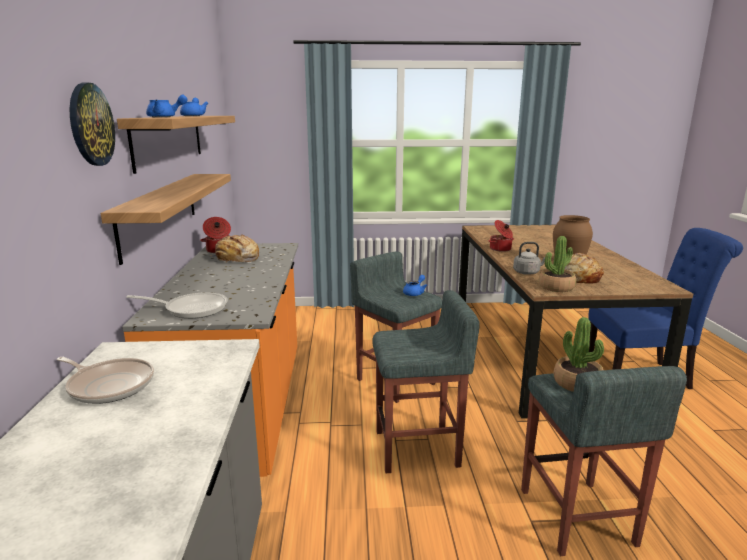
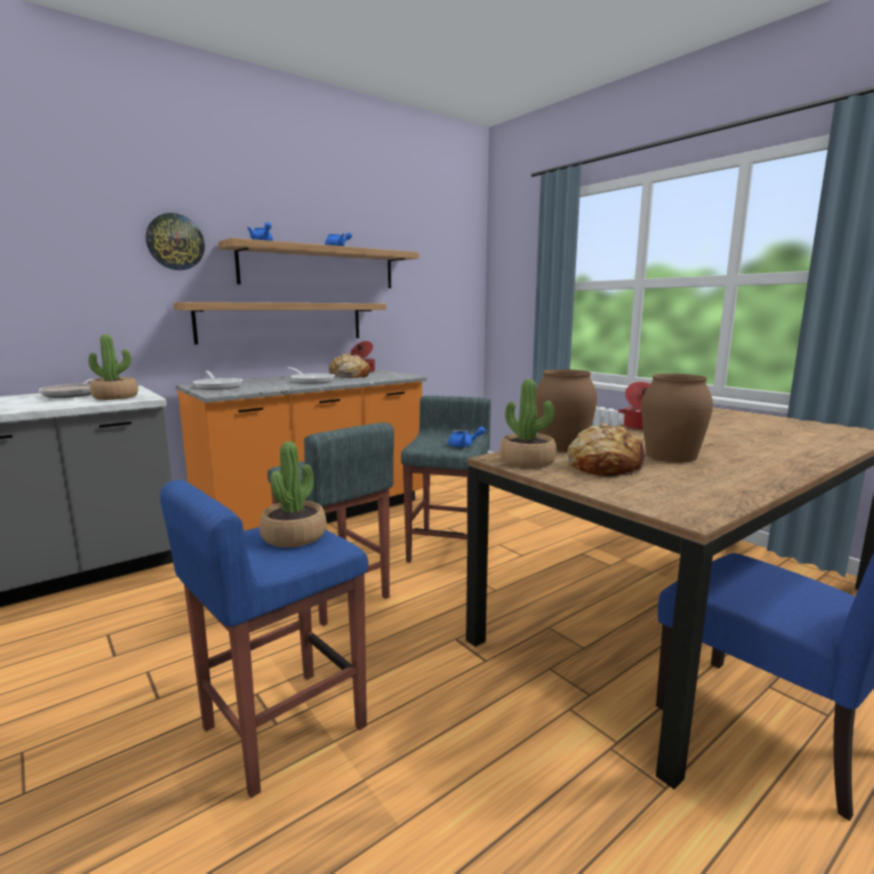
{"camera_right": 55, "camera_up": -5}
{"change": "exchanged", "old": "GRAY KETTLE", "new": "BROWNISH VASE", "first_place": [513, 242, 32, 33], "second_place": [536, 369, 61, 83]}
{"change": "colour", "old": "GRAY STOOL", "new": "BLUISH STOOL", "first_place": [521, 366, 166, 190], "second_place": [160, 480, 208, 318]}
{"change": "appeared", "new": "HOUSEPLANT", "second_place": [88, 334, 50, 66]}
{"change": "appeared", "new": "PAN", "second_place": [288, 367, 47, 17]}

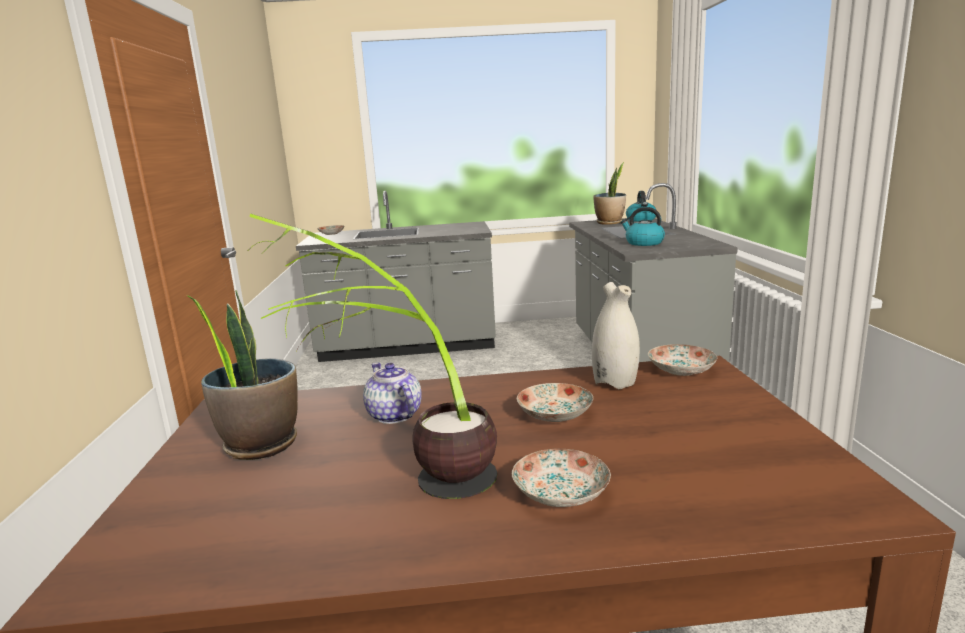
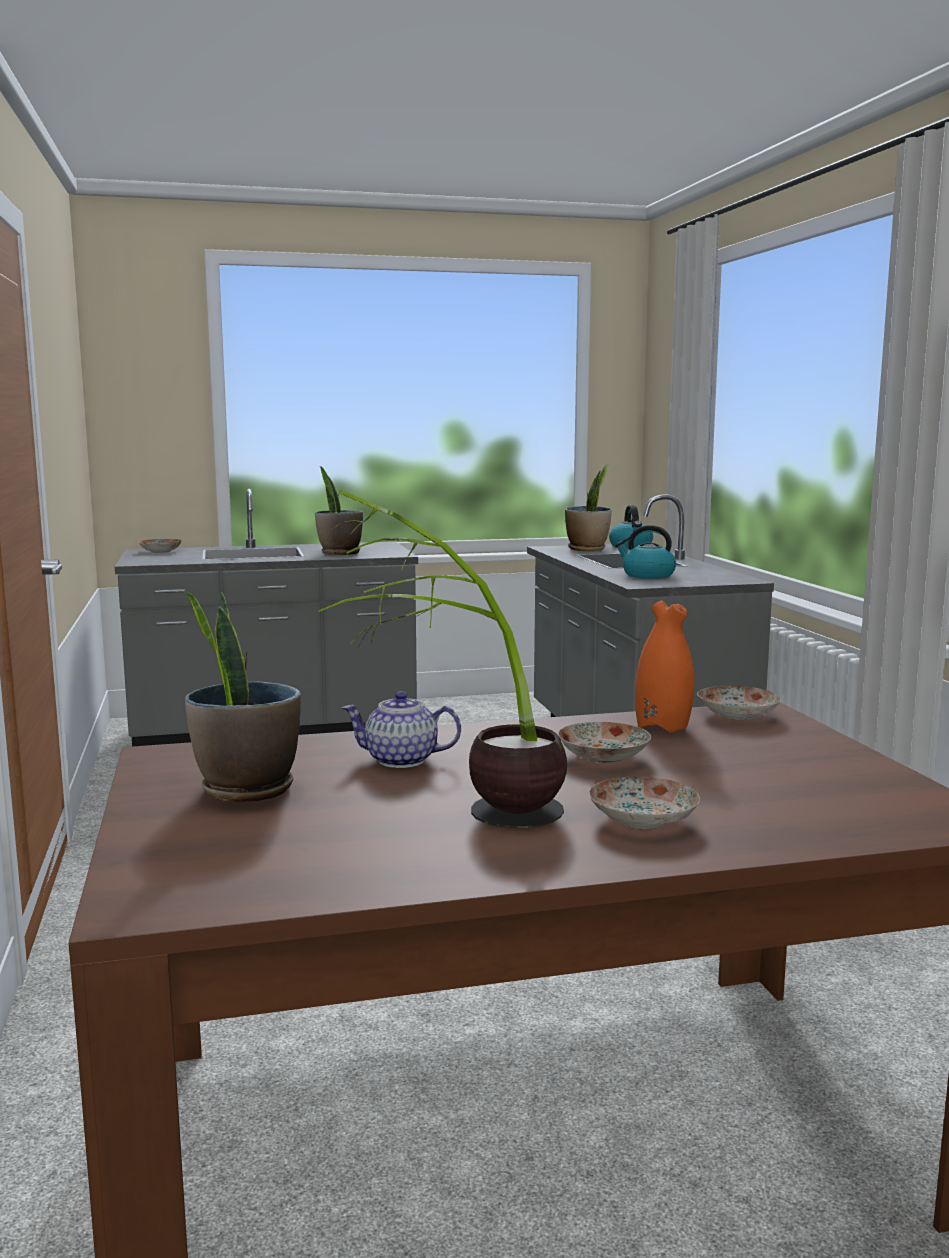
{"camera_right": -10, "camera_up": -5}
{"change": "colour", "old": "WHITE VASE", "new": "ORANGE-COLOURED VASE", "first_place": [592, 282, 48, 108], "second_place": [635, 601, 60, 132]}
{"change": "spun", "old": "POT FOR TEA", "first_place": [363, 363, 59, 61], "second_place": [342, 691, 119, 77], "degrees": -45}
{"change": "appeared", "new": "HOUSEPLANT", "second_place": [315, 466, 48, 89]}

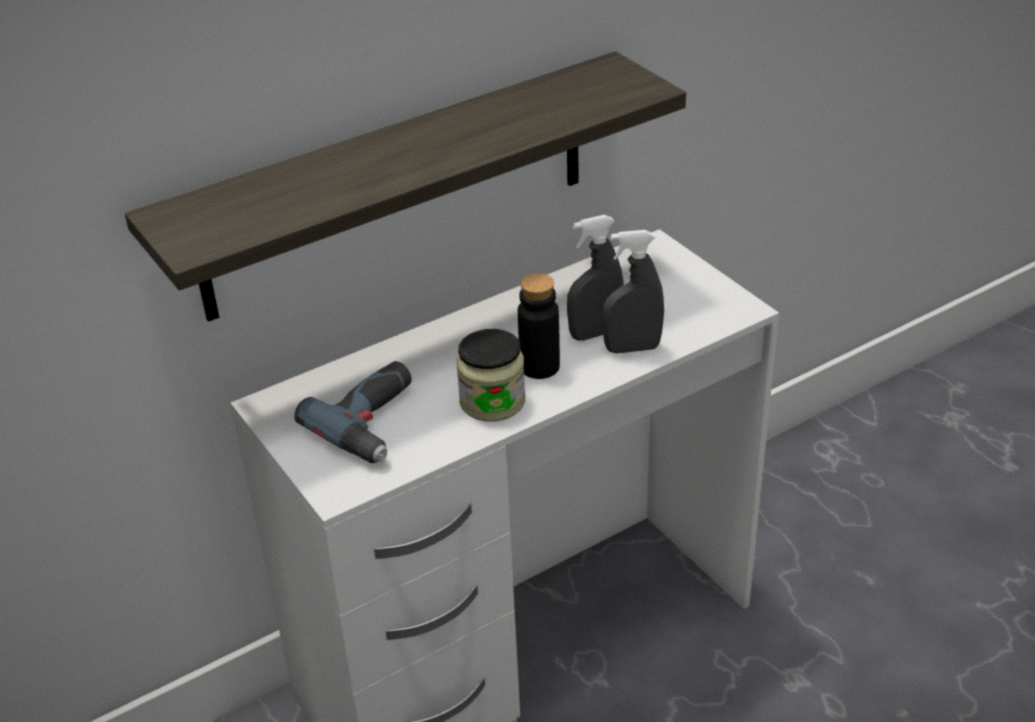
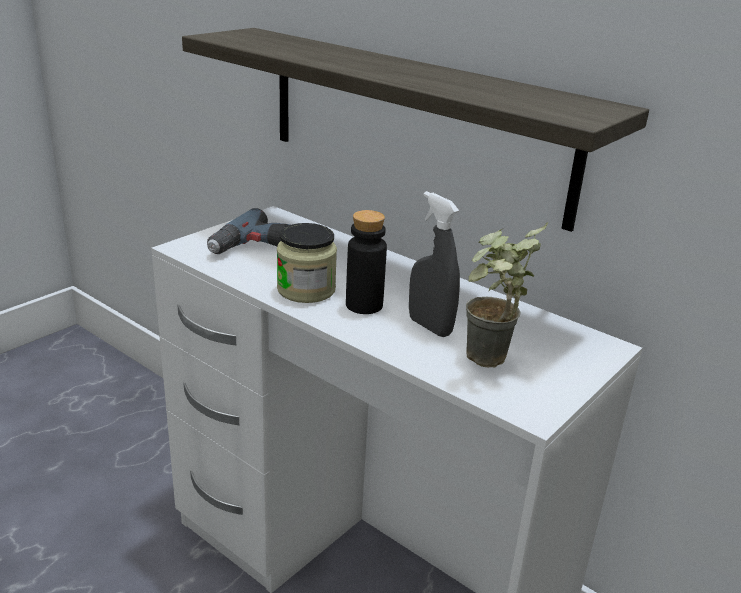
{"camera_right": 70, "camera_up": -10}
{"change": "missing", "old": "GRAY SPRAY BOTTLE", "first_place": [602, 230, 62, 124]}
{"change": "appeared", "new": "HOUSEPLANT", "second_place": [466, 222, 82, 145]}

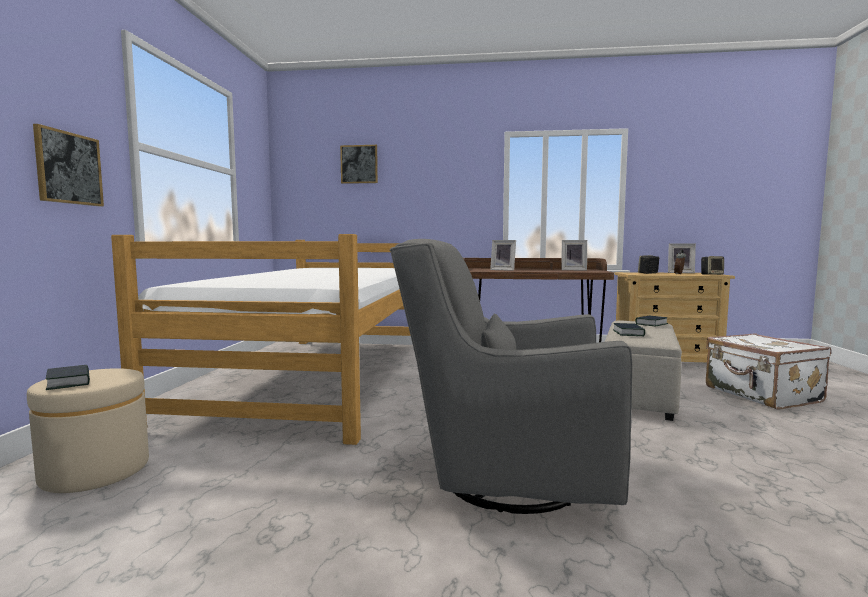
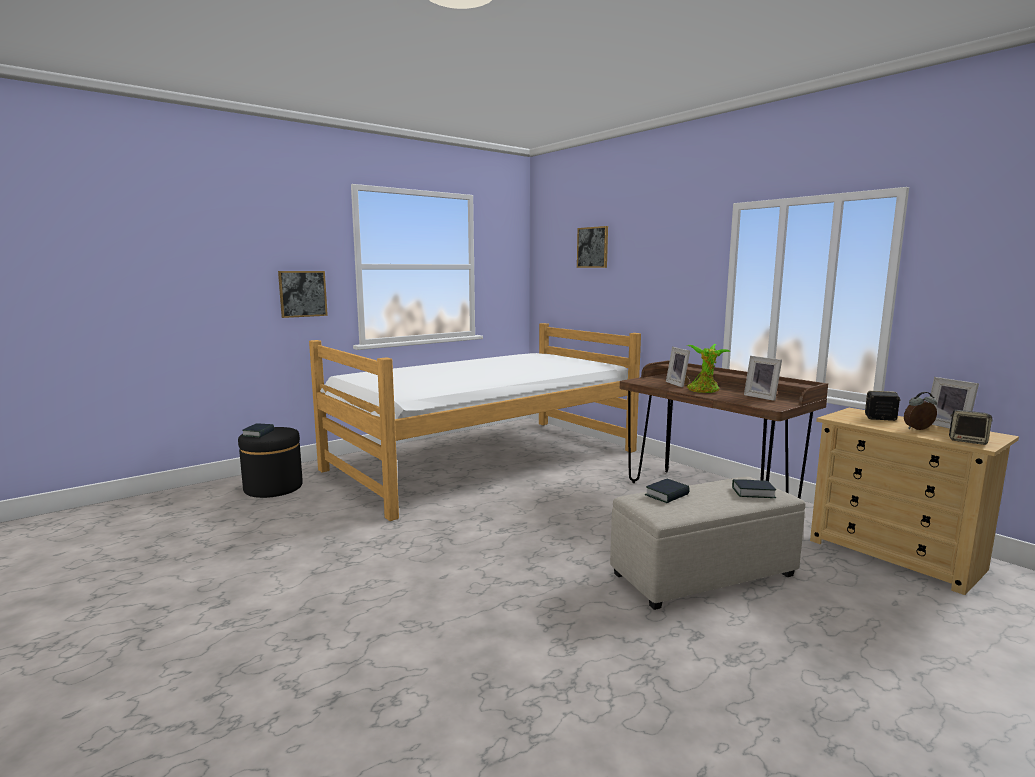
{"camera_right": 45, "camera_up": 5}
{"change": "missing", "old": "GRAY LOUNGE CHAIR", "first_place": [390, 239, 242, 275]}
{"change": "missing", "old": "WHITE TRAVEL CASE", "first_place": [706, 333, 125, 77]}
{"change": "colour", "old": "BEIGE-COLOURED FOOTREST", "new": "BLACK FOOTREST", "first_place": [27, 368, 122, 125], "second_place": [238, 427, 65, 71]}
{"change": "appeared", "new": "HOUSEPLANT", "second_place": [687, 344, 44, 49]}

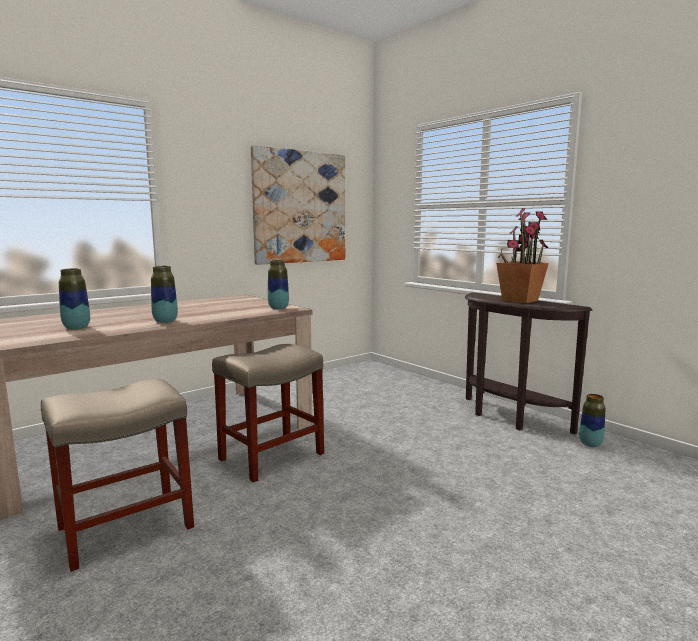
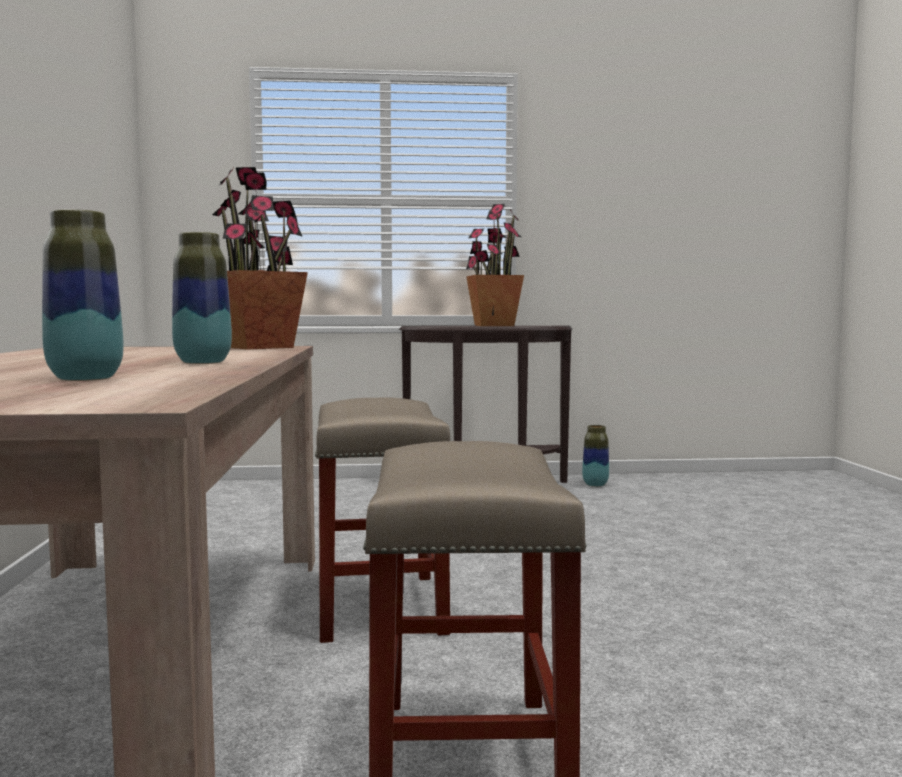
{"camera_right": -55, "camera_up": -5}
{"change": "missing", "old": "WALL PICTURE", "first_place": [251, 145, 94, 120]}
{"change": "exchanged", "old": "VASE", "new": "HOUSEPLANT", "first_place": [268, 260, 21, 49], "second_place": [212, 167, 96, 183]}

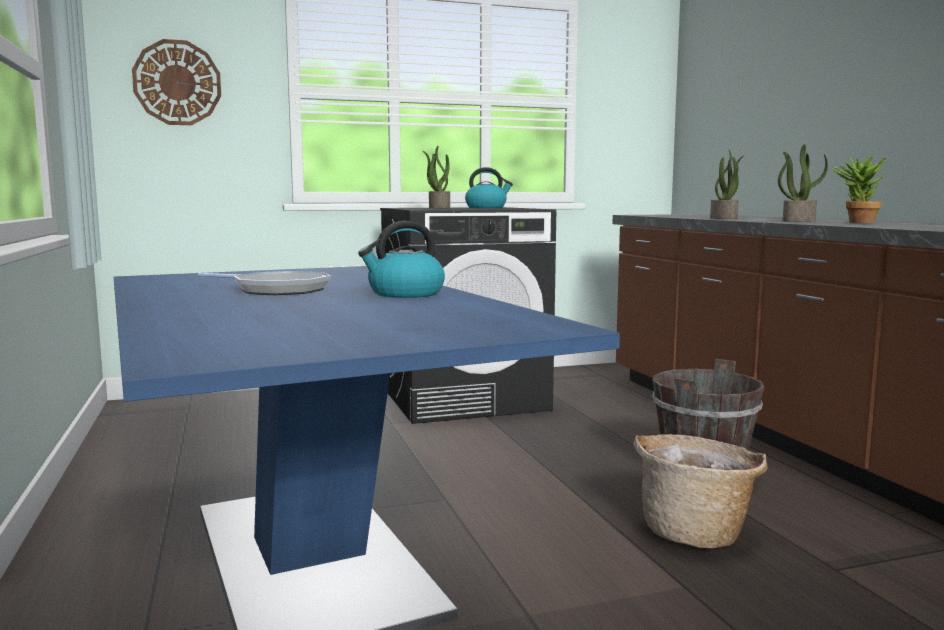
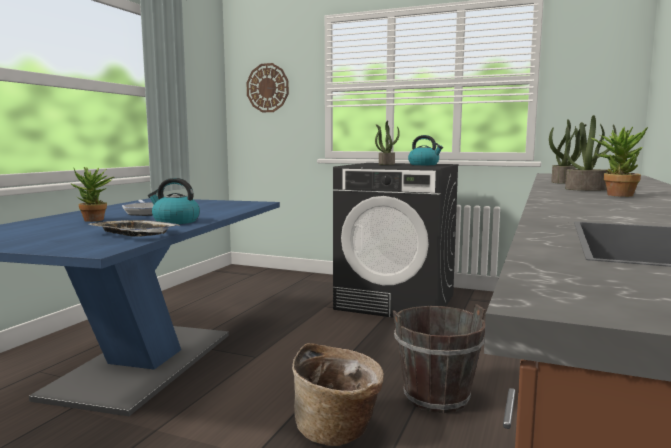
{"camera_right": 40, "camera_up": 0}
{"change": "appeared", "new": "HOUSEPLANT", "second_place": [70, 167, 44, 55]}
{"change": "appeared", "new": "SERVING TRAY", "second_place": [90, 220, 90, 17]}

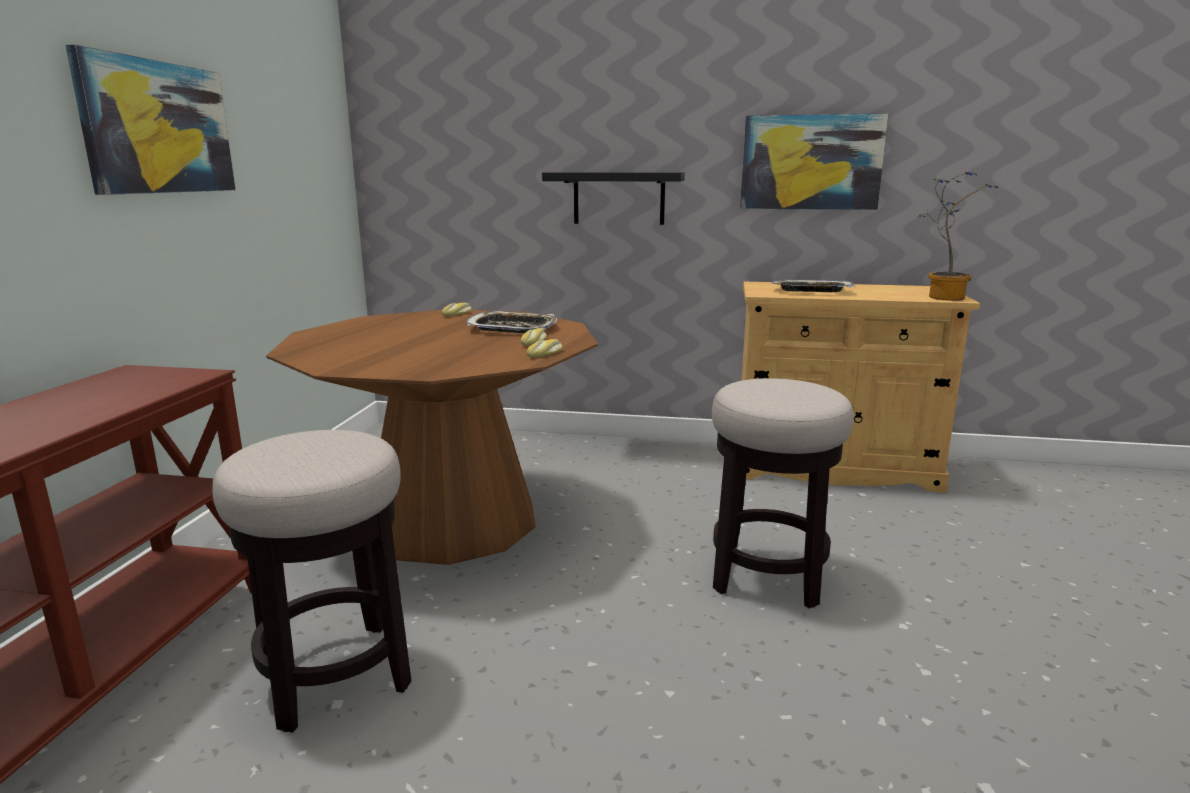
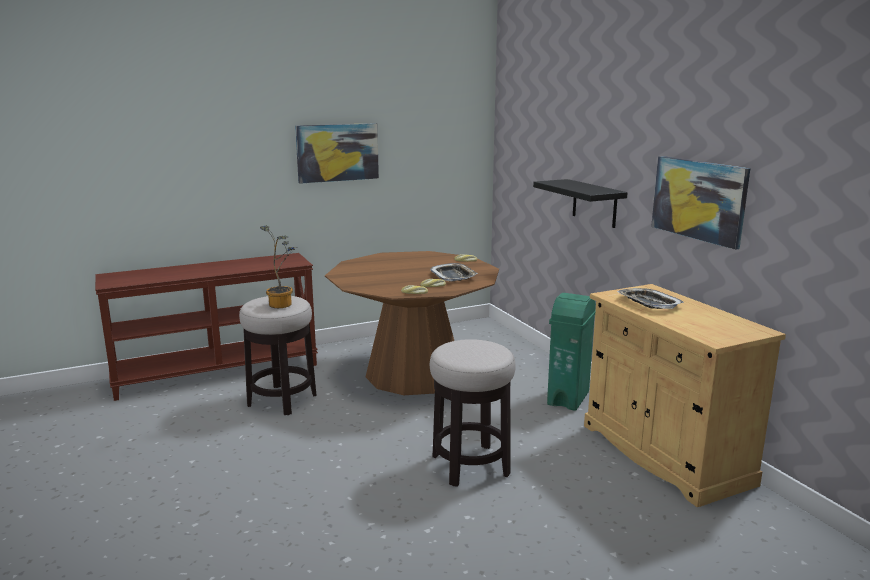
{"camera_right": 55, "camera_up": 0}
{"change": "relocated", "old": "HOUSEPLANT", "first_place": [917, 172, 82, 129], "second_place": [260, 225, 37, 83]}
{"change": "appeared", "new": "GREEN-COLOURED RUBBISH BIN", "second_place": [547, 293, 49, 118]}

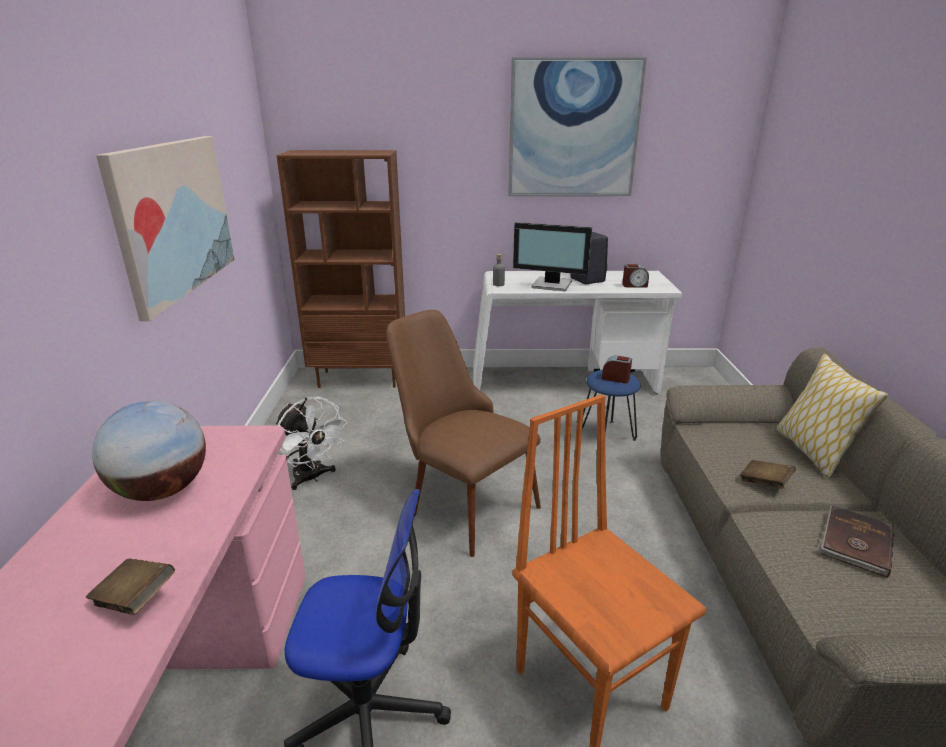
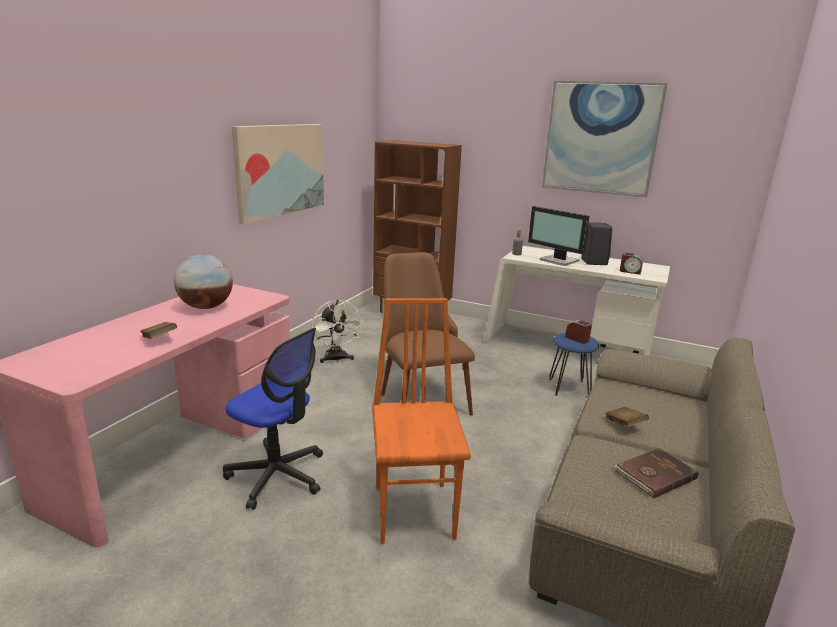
{"camera_right": 25, "camera_up": -5}
{"change": "missing", "old": "PILLOW", "first_place": [776, 354, 112, 124]}

